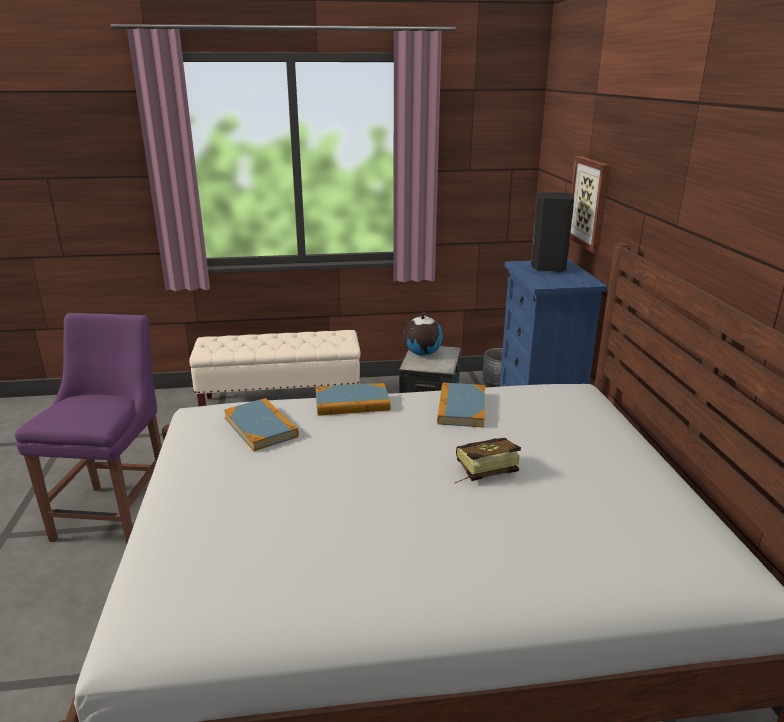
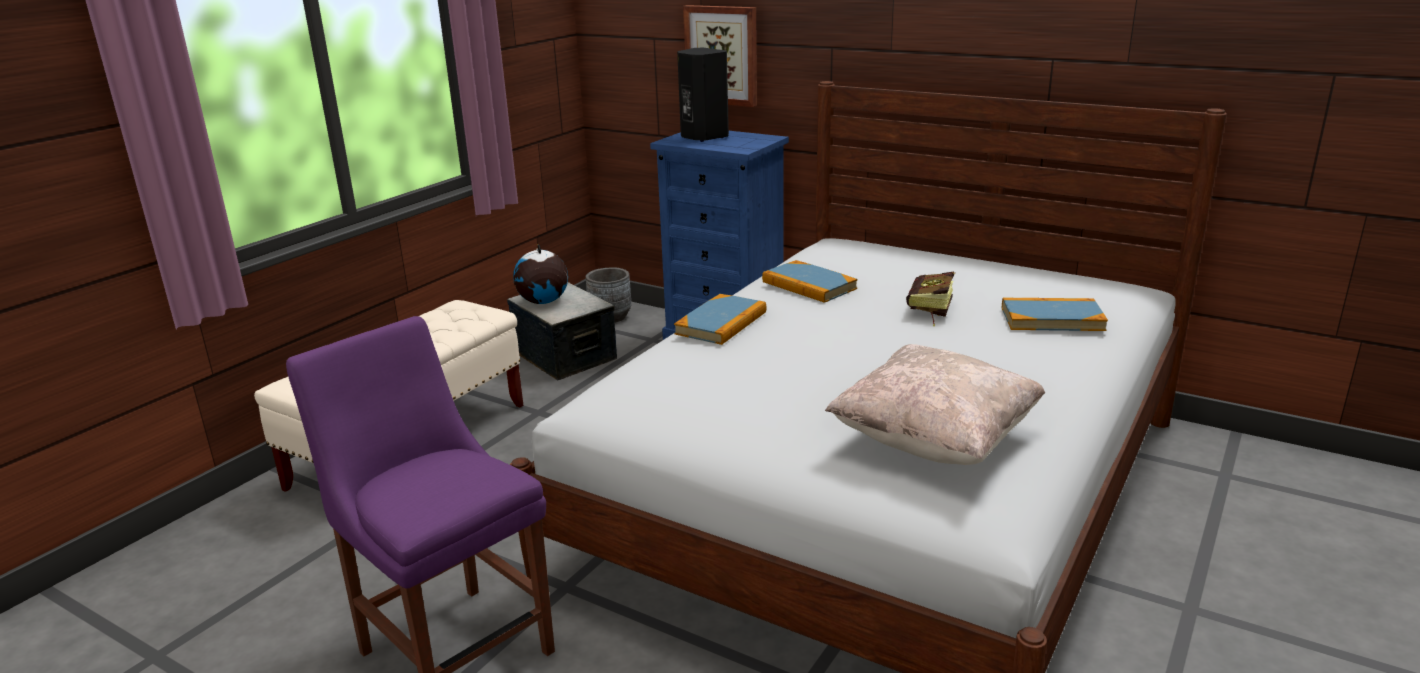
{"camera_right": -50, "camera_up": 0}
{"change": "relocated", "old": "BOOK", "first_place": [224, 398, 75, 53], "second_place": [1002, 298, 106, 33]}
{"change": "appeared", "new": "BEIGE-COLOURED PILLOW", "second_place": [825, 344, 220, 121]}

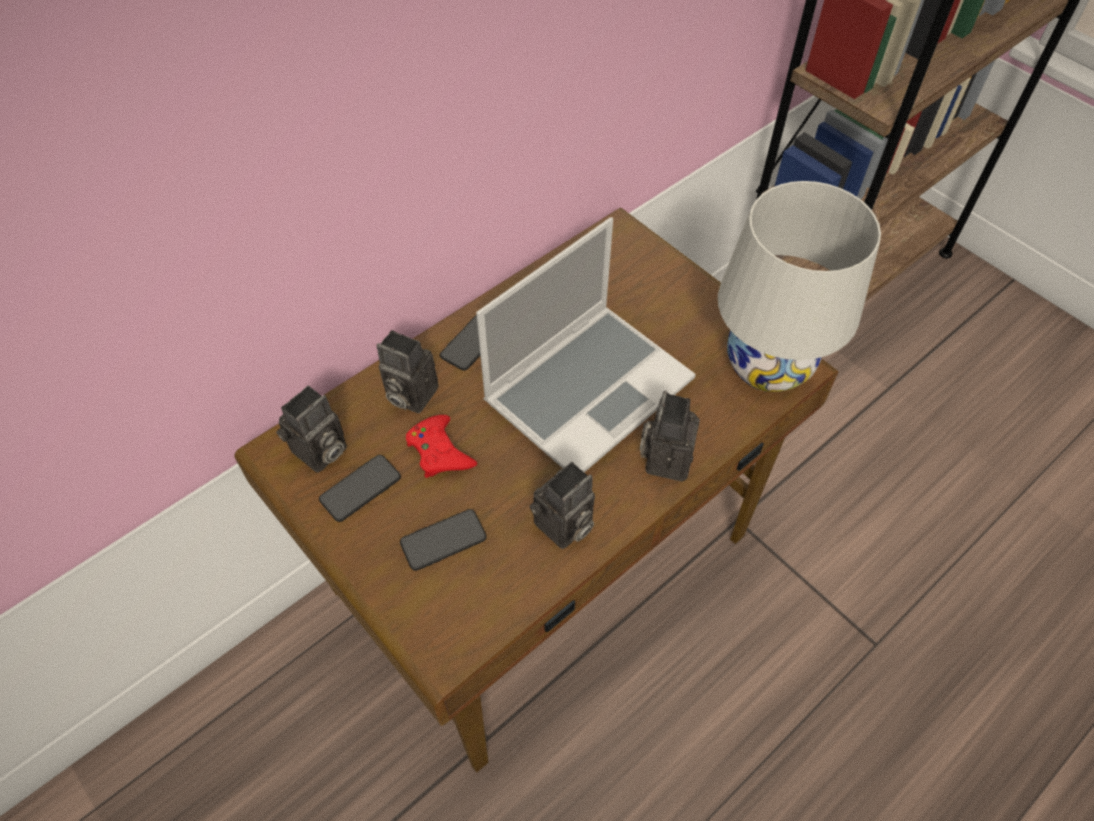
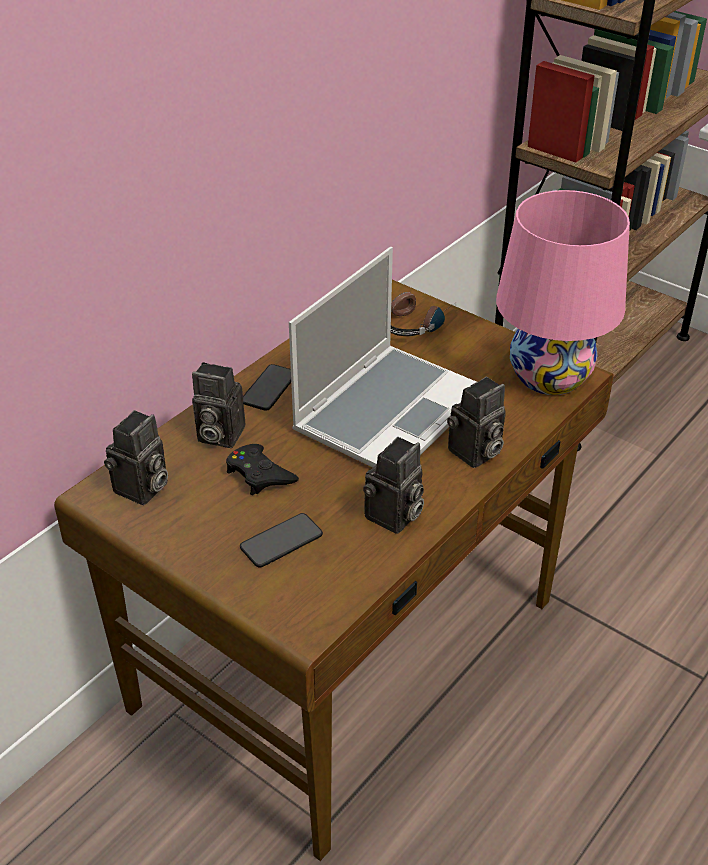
{"camera_right": -10, "camera_up": -15}
{"change": "colour", "old": "WHITE LAMP FOR A TABLE", "new": "PINKISH LAMP FOR A TABLE", "first_place": [718, 181, 163, 211], "second_place": [496, 190, 134, 205]}
{"change": "spun", "old": "STILL CAMERA", "first_place": [640, 390, 60, 91], "second_place": [447, 377, 59, 91], "degrees": -135}
{"change": "colour", "old": "RED GAME CONTROLLER", "new": "BLACK GAME CONTROLLER", "first_place": [406, 415, 71, 63], "second_place": [226, 444, 73, 51]}
{"change": "missing", "old": "TELEPHONE", "first_place": [319, 455, 82, 67]}
{"change": "appeared", "new": "HEADPHONES", "second_place": [391, 292, 60, 44]}

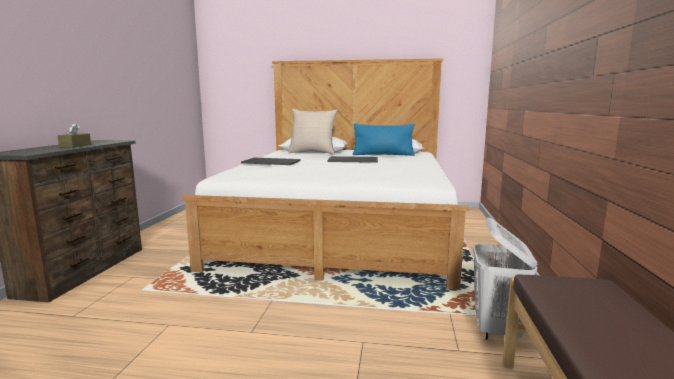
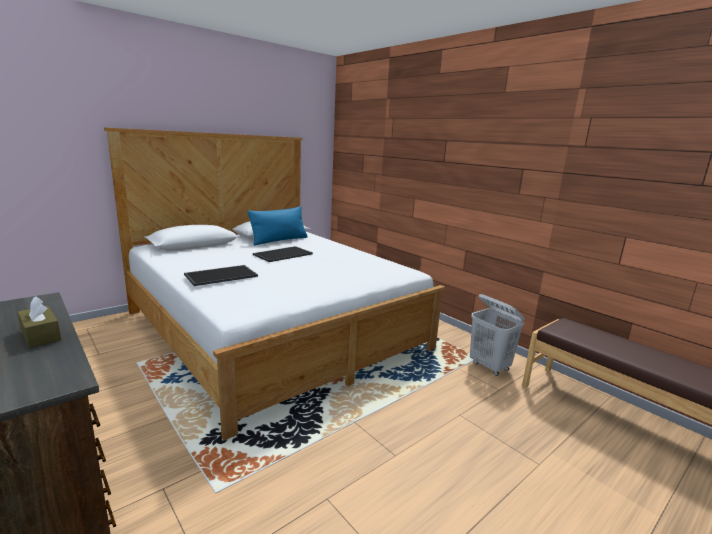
{"camera_right": -50, "camera_up": 5}
{"change": "missing", "old": "BEIGE-COLOURED PILLOW", "first_place": [288, 109, 50, 46]}

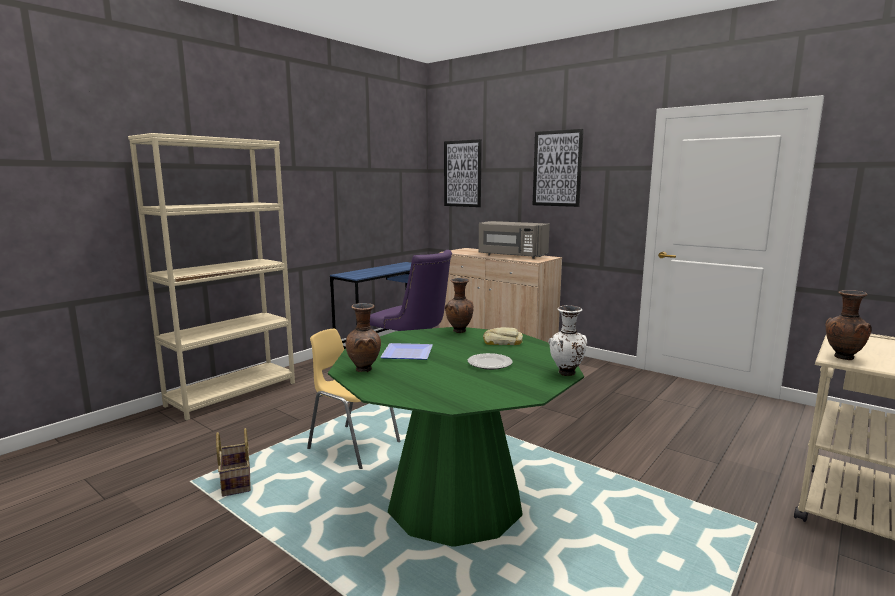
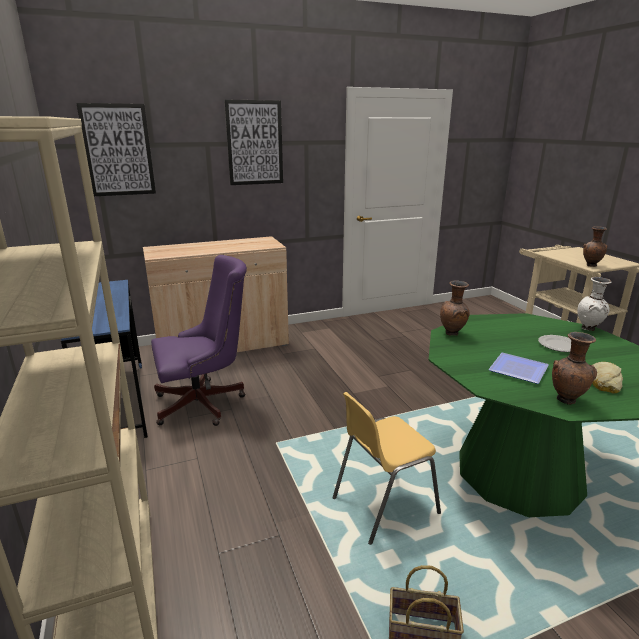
{"camera_right": -60, "camera_up": 10}
{"change": "missing", "old": "GRAY MICROWAVE", "first_place": [479, 221, 71, 38]}
{"change": "relocated", "old": "BAKERY BREAD", "first_place": [483, 327, 40, 18], "second_place": [592, 362, 31, 32]}

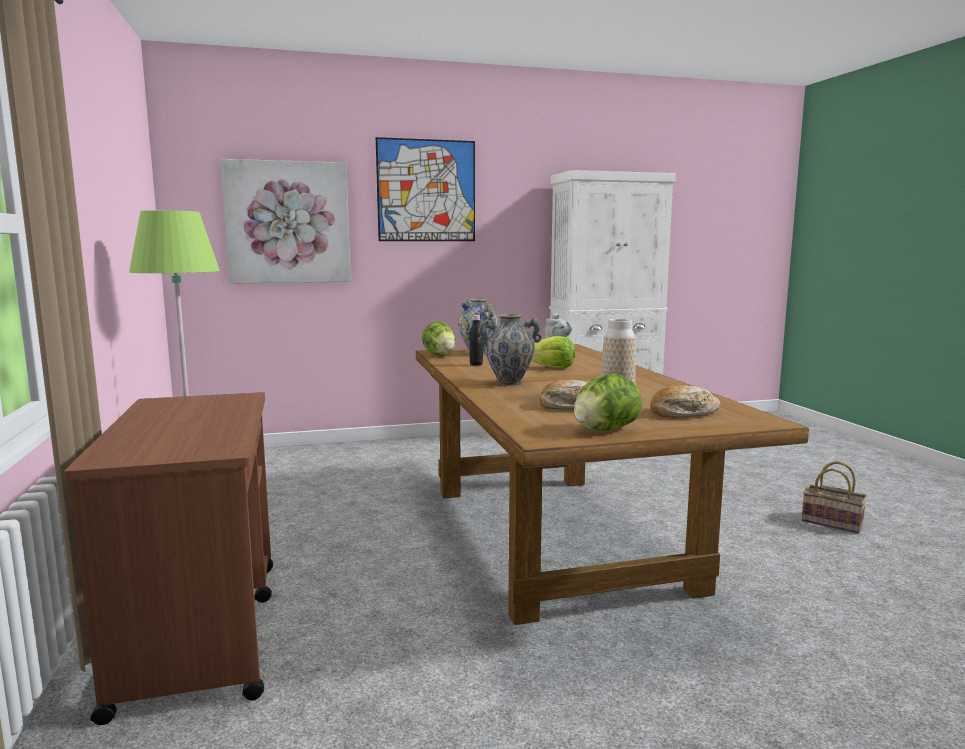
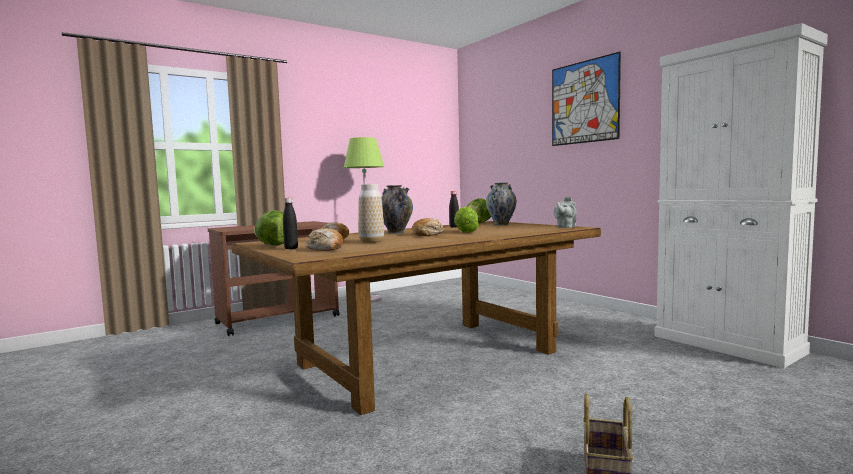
{"camera_right": 70, "camera_up": -5}
{"change": "missing", "old": "WALL PICTURE", "first_place": [220, 159, 131, 125]}
{"change": "appeared", "new": "BLACK DRINK BOTTLE", "second_place": [283, 198, 15, 51]}
{"change": "appeared", "new": "BAKERY BREAD", "second_place": [412, 218, 32, 18]}

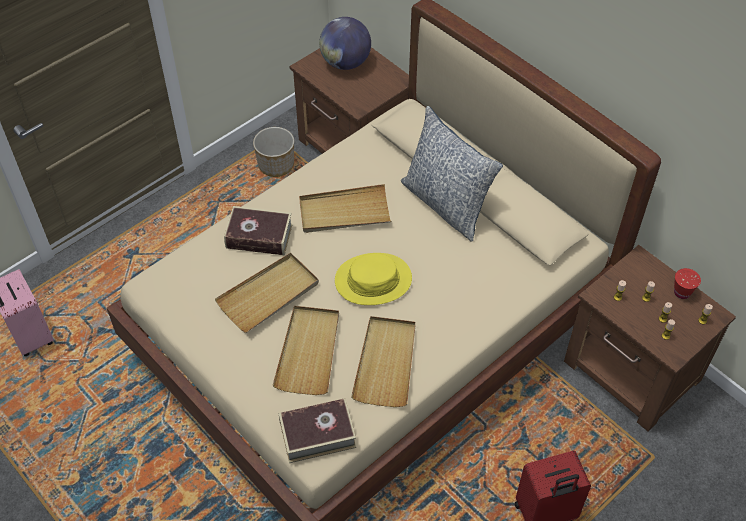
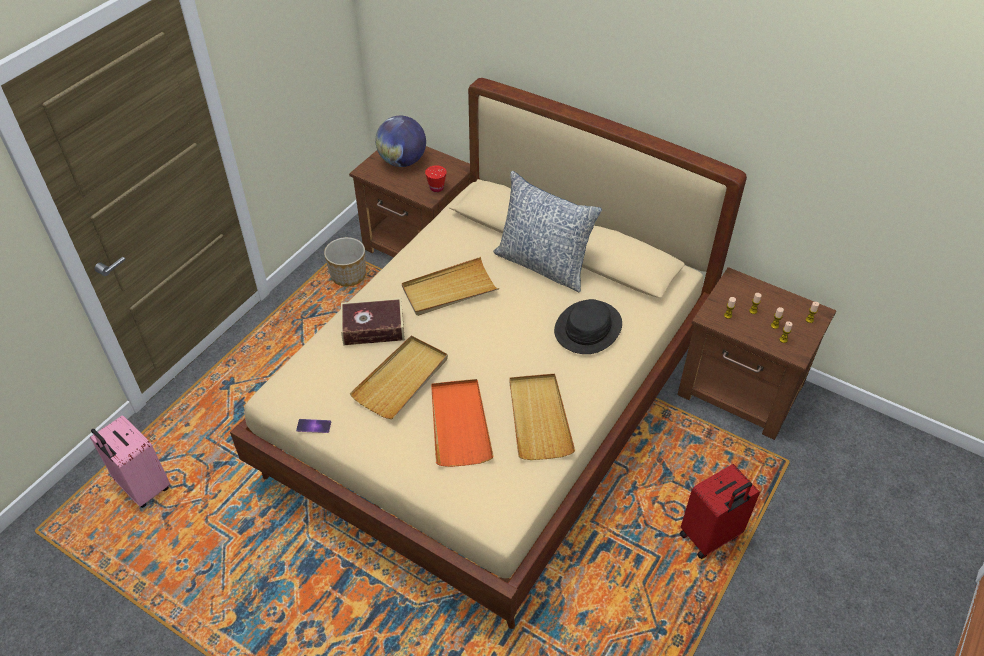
{"camera_right": -15, "camera_up": -5}
{"change": "missing", "old": "YELLOWISH WEARABLE HAT", "first_place": [335, 253, 77, 52]}
{"change": "relocated", "old": "RED DRINKING CUP", "first_place": [674, 268, 27, 31], "second_place": [425, 165, 22, 27]}
{"change": "colour", "old": "BEIGE-COLOURED SERVING TRAY", "new": "ORANGE-COLOURED SERVING TRAY", "first_place": [272, 306, 67, 89], "second_place": [431, 379, 63, 88]}
{"change": "missing", "old": "BOOK", "first_place": [279, 398, 77, 65]}
{"change": "appeared", "new": "BLACK WEARABLE HAT", "second_place": [554, 299, 68, 55]}
{"change": "appeared", "new": "TELEPHONE", "second_place": [296, 419, 35, 14]}

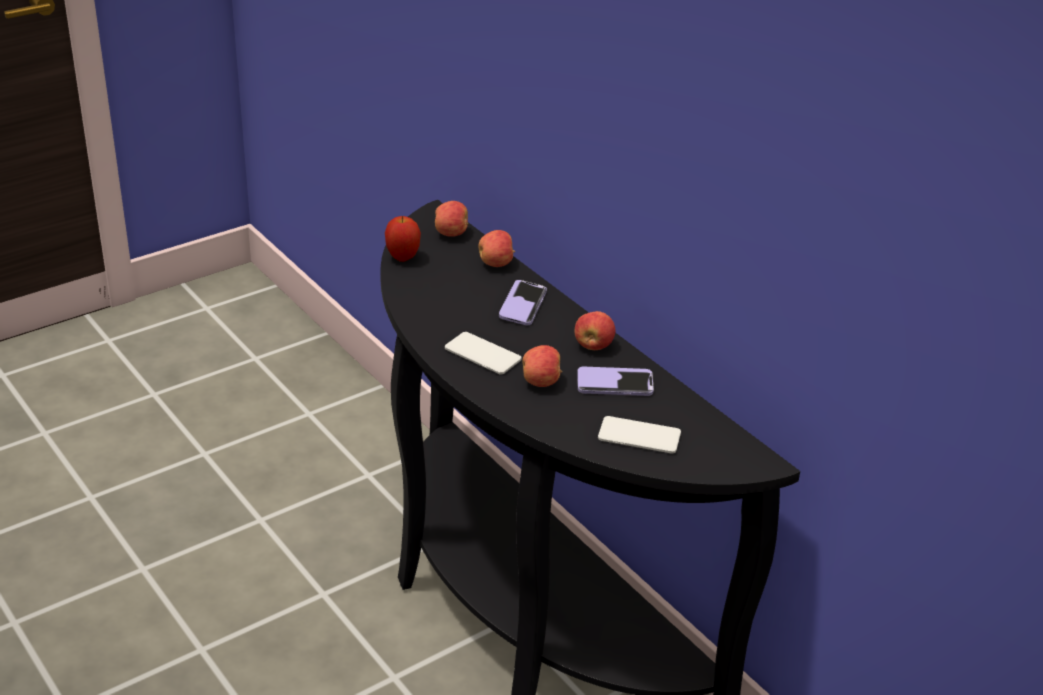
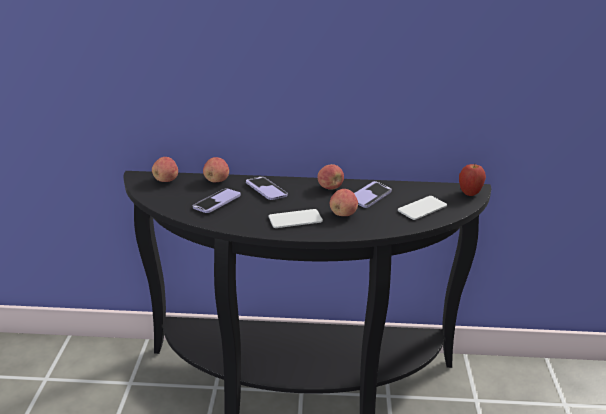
{"camera_right": -50, "camera_up": -5}
{"change": "relocated", "old": "APPLE FRUIT", "first_place": [385, 216, 36, 46], "second_place": [459, 164, 27, 32]}
{"change": "appeared", "new": "TELEPHONE", "second_place": [193, 188, 48, 25]}

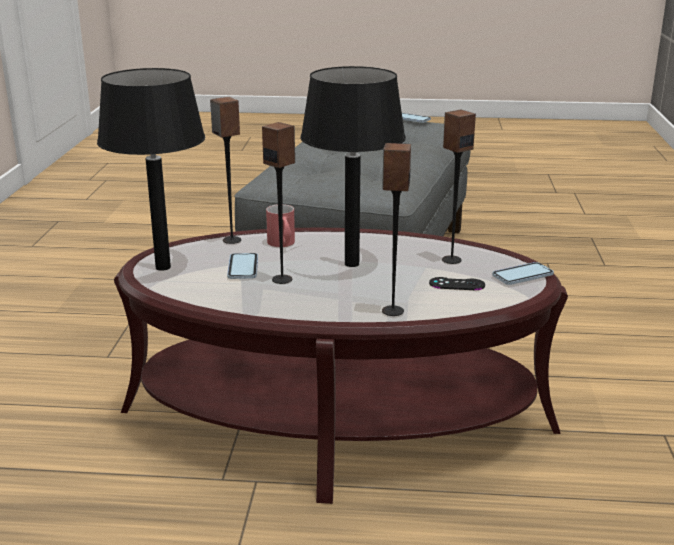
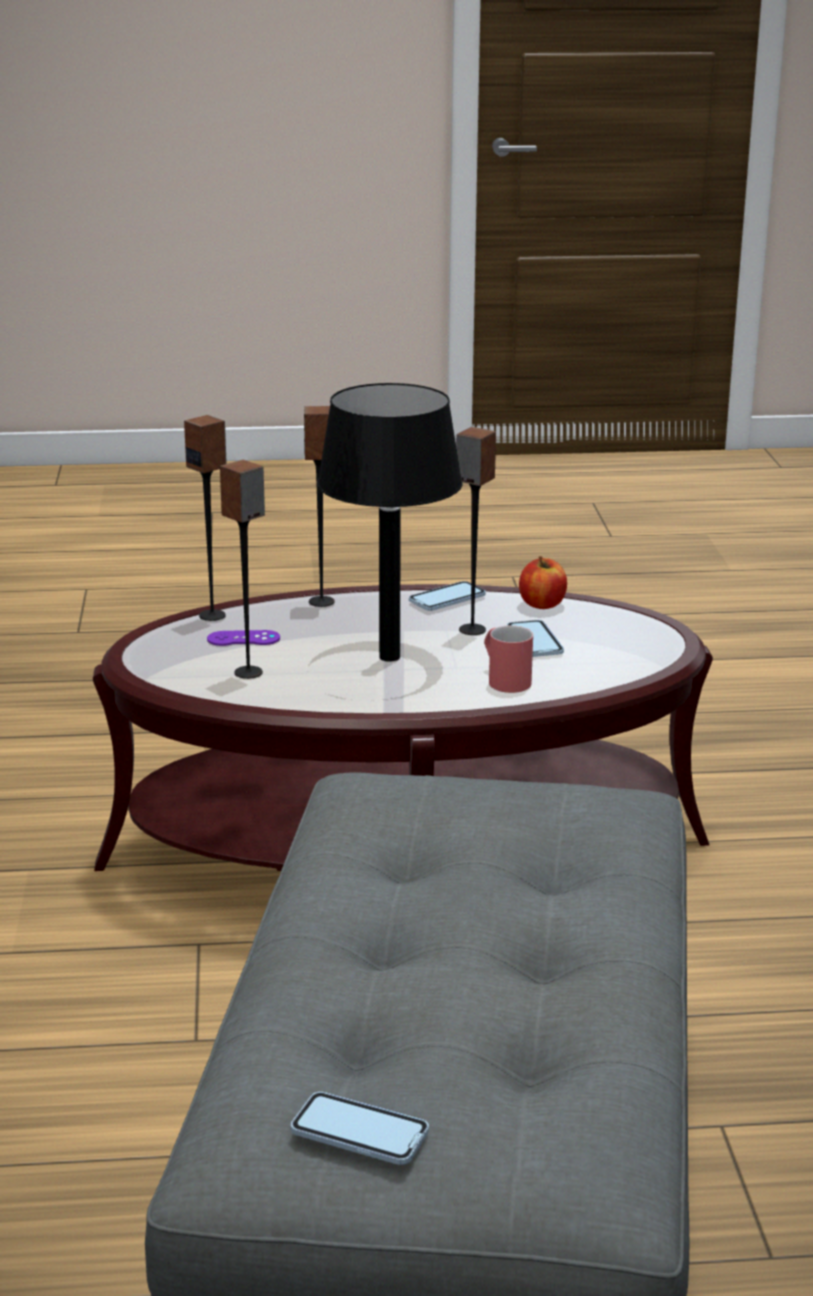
{"camera_right": 170, "camera_up": 0}
{"change": "missing", "old": "BLACK LAMP FOR A TABLE", "first_place": [97, 68, 108, 203]}
{"change": "relocated", "old": "LOUDSPEAKER", "first_place": [210, 97, 31, 147], "second_place": [184, 415, 43, 206]}
{"change": "relocated", "old": "TELEPHONE", "first_place": [492, 262, 62, 23], "second_place": [409, 581, 77, 30]}
{"change": "colour", "old": "BLACK GAME CONTROLLER", "new": "PURPLE-COLOURED GAME CONTROLLER", "first_place": [429, 277, 56, 13], "second_place": [207, 630, 73, 16]}
{"change": "appeared", "new": "APPLE FRUIT", "second_place": [519, 556, 48, 53]}

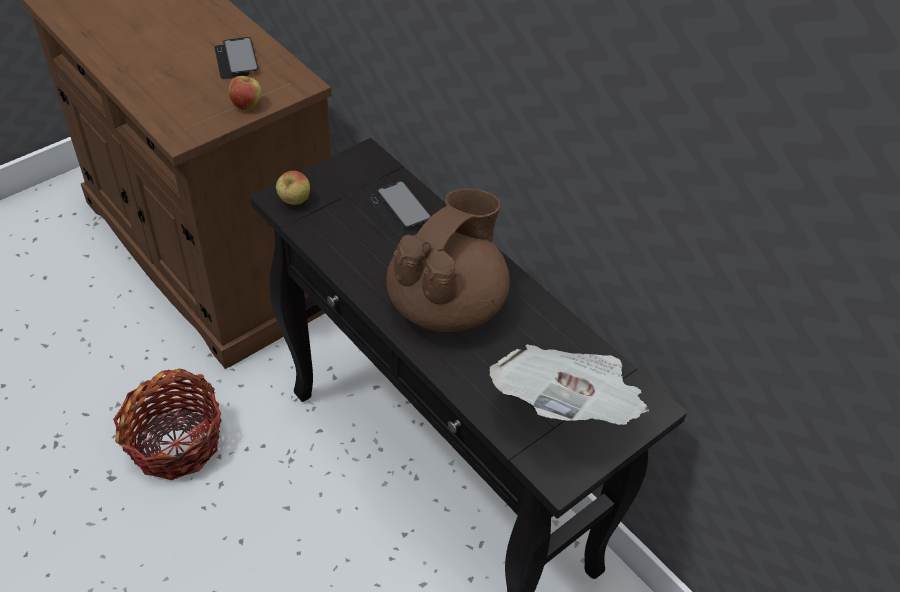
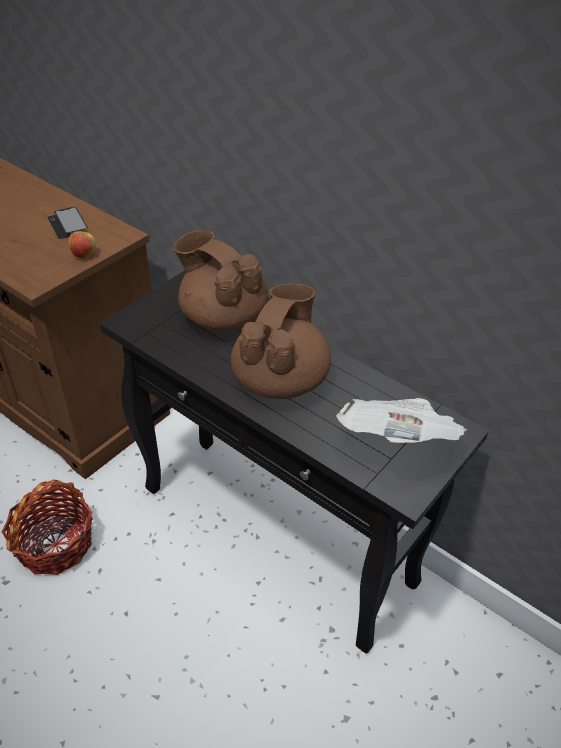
{"camera_right": -10, "camera_up": -5}
{"change": "missing", "old": "APPLE FRUIT", "first_place": [276, 171, 34, 34]}
{"change": "exchanged", "old": "TELEPHONE", "new": "BROWNISH POT FOR TEA", "first_place": [367, 181, 64, 54], "second_place": [173, 230, 95, 102]}

